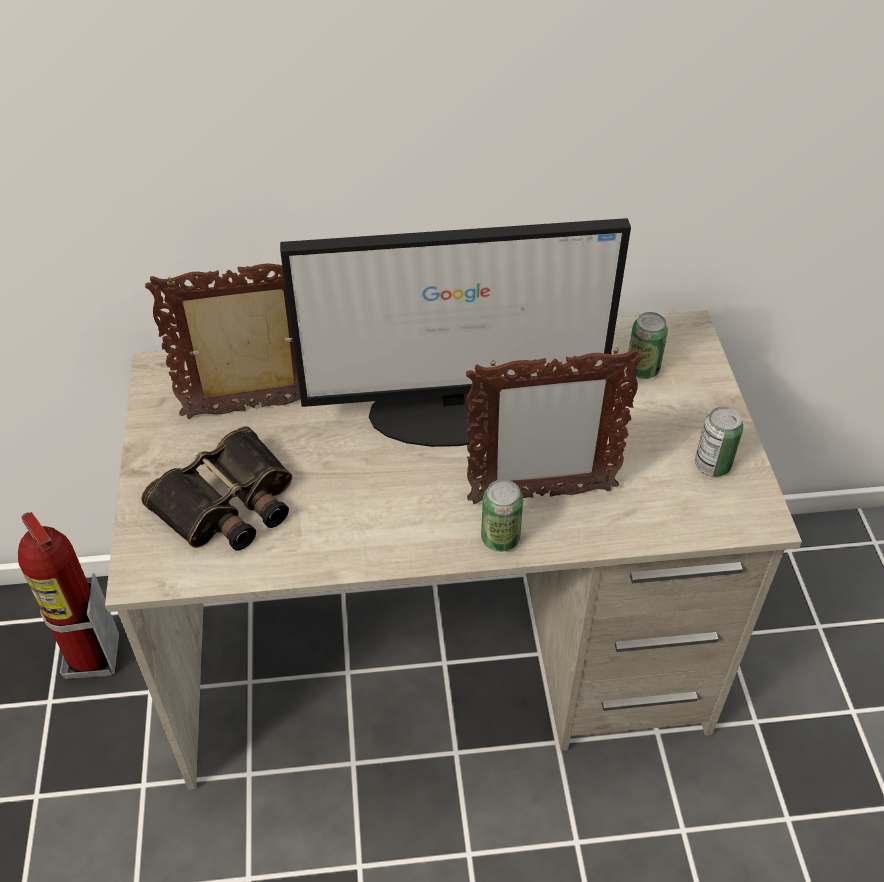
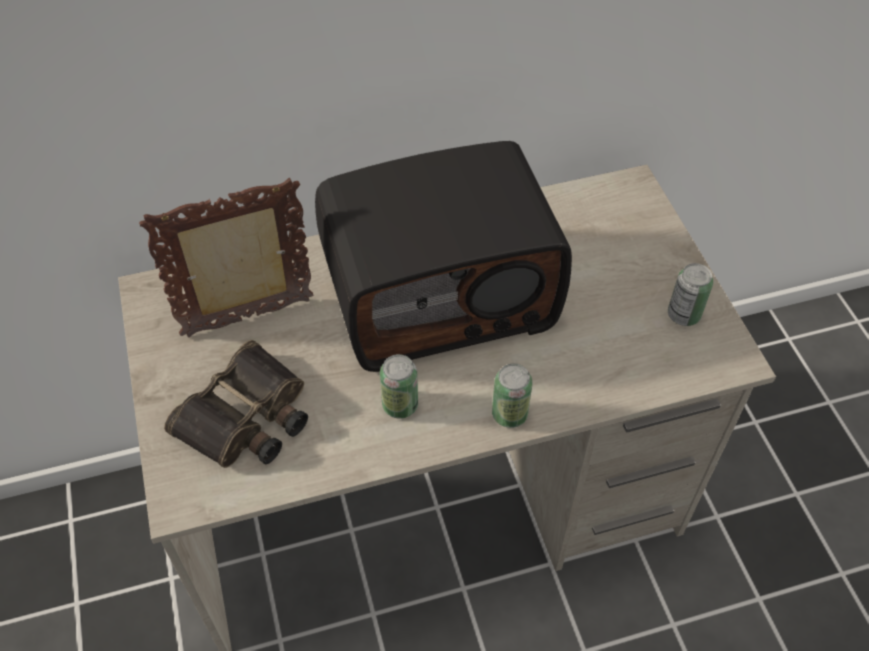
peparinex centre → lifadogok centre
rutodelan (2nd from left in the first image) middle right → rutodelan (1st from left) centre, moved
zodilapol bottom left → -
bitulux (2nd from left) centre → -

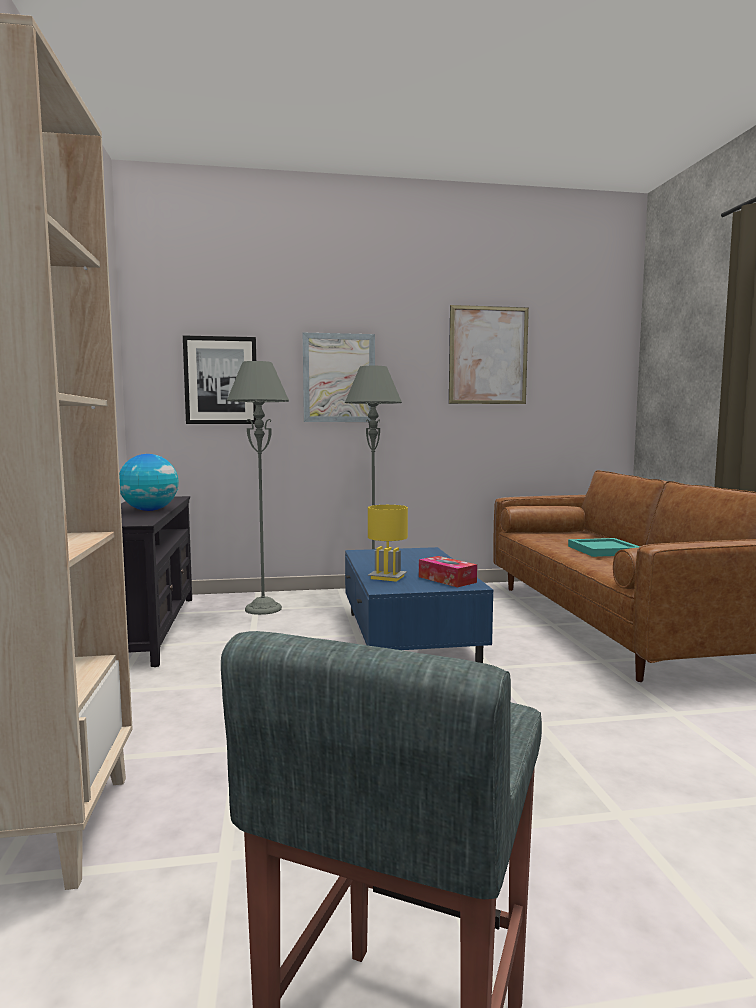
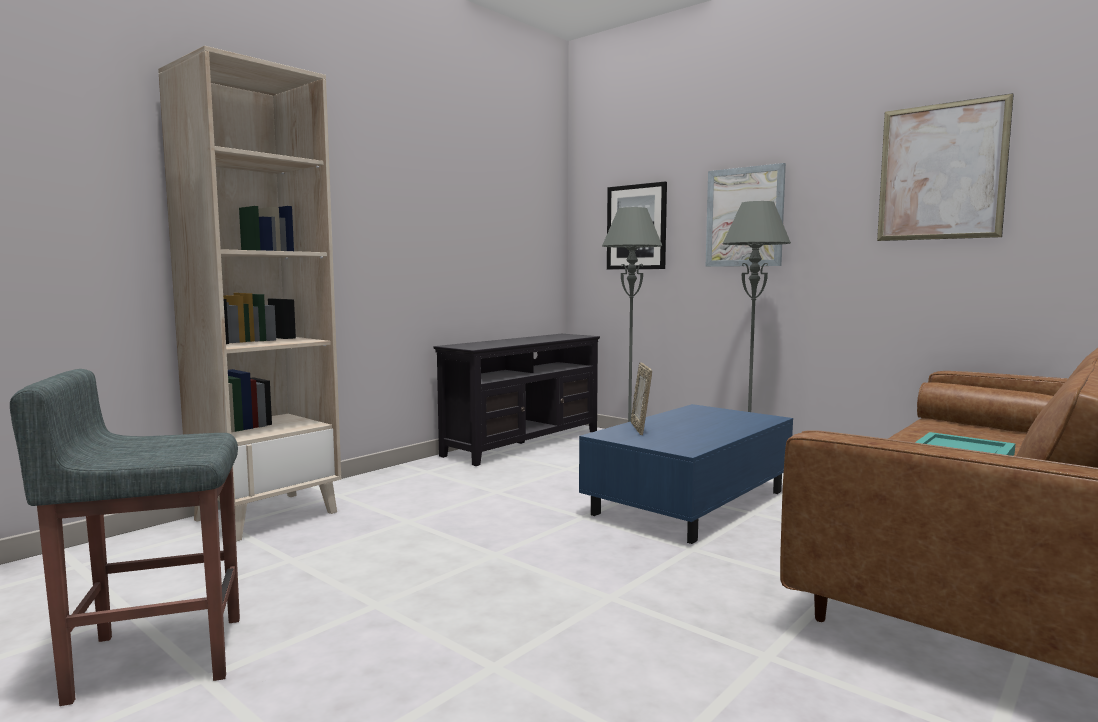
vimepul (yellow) centre → bitulux centre
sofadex middle left → -
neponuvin centre → -

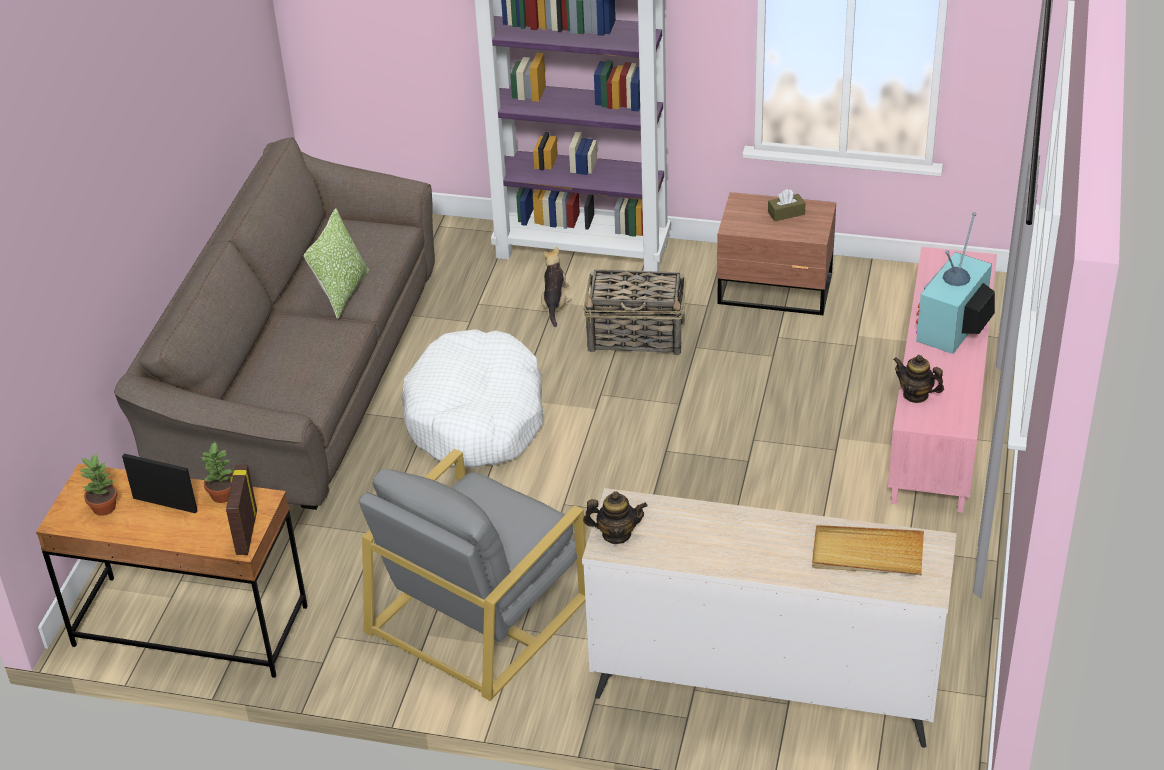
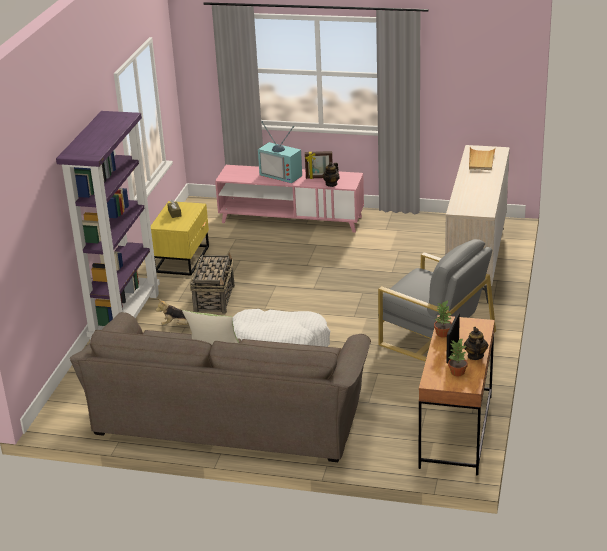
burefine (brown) top right → burefine (yellow) middle left
bitulux (2nd from left in the first image) middle left → bitulux (1st from left) top centre, moved
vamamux (1st from left in the first image) bottom centre → vamamux (2nd from left) middle right, moved

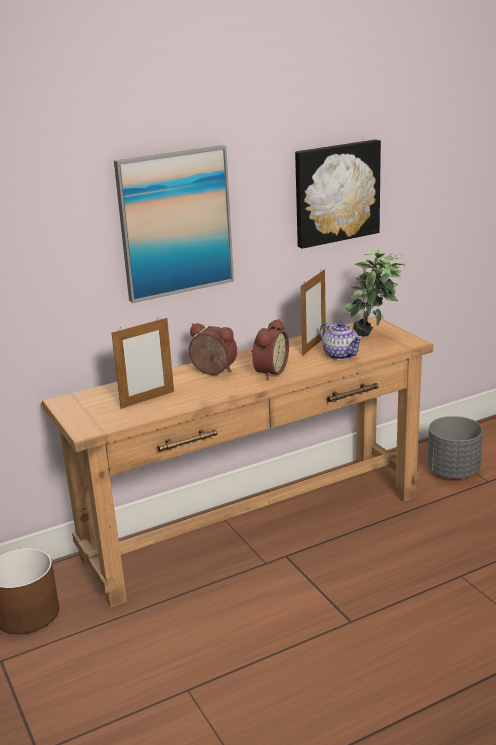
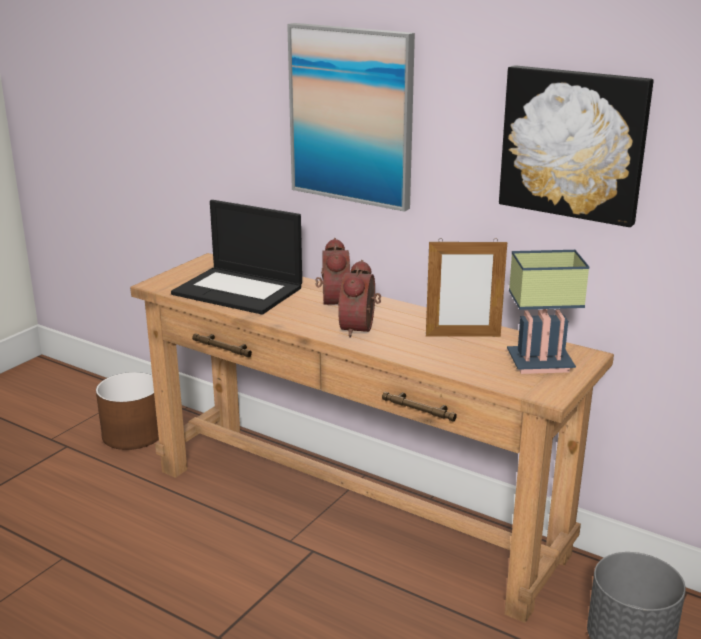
bitulux (1st from left) middle left → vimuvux centre
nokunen (2nd from left) centre, 105 degrees clockwise
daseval middle right → vimepul middle right
vamamux middle right → -

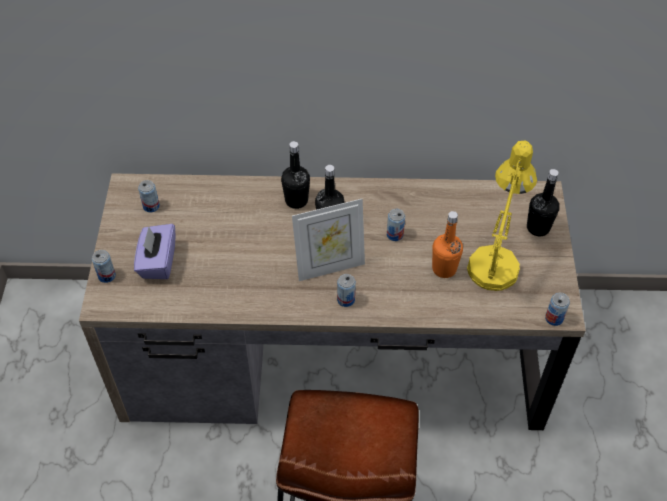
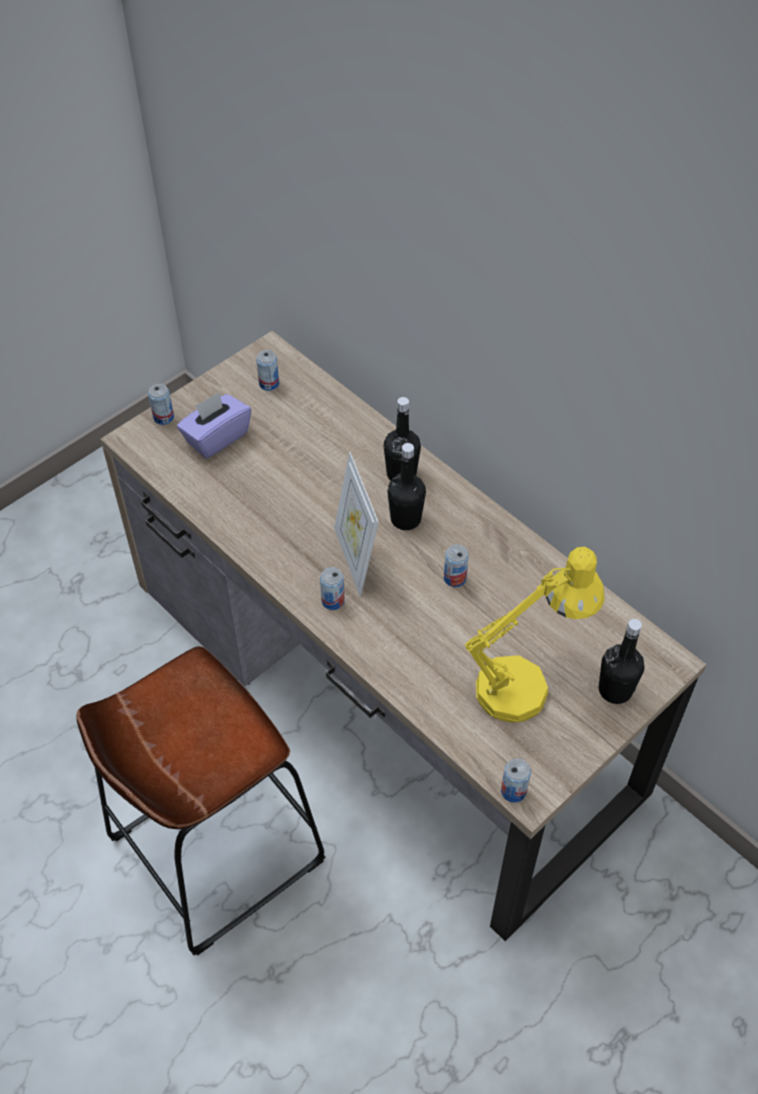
bitulux centre, 45 degrees clockwise
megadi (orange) middle right → -

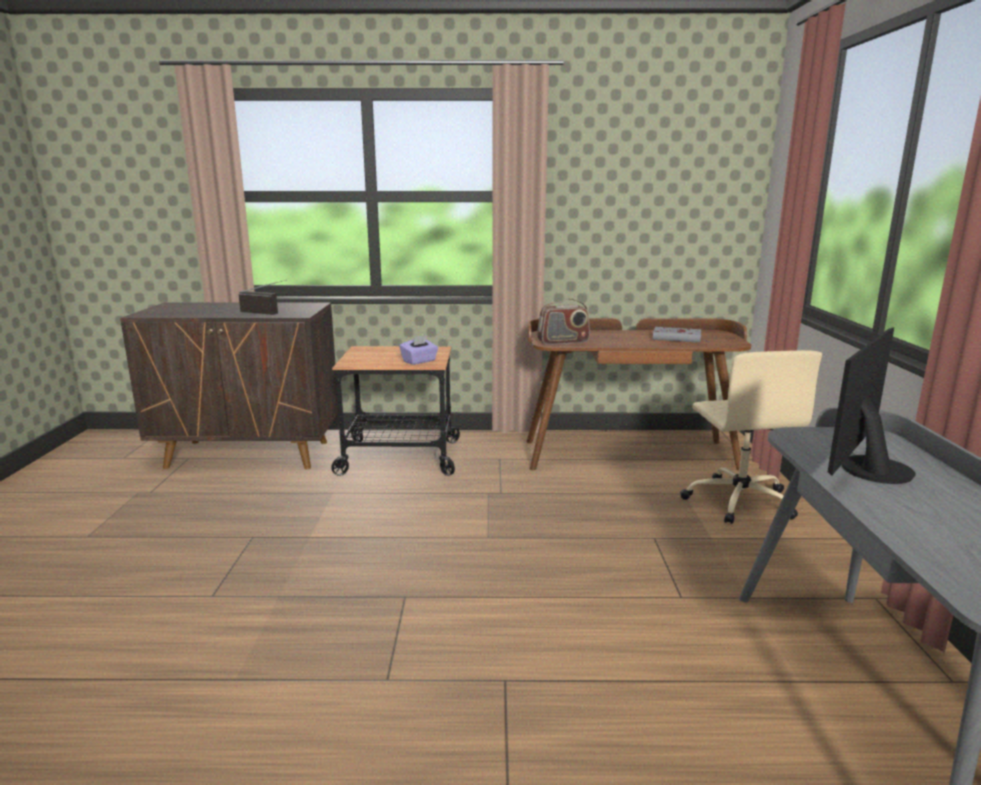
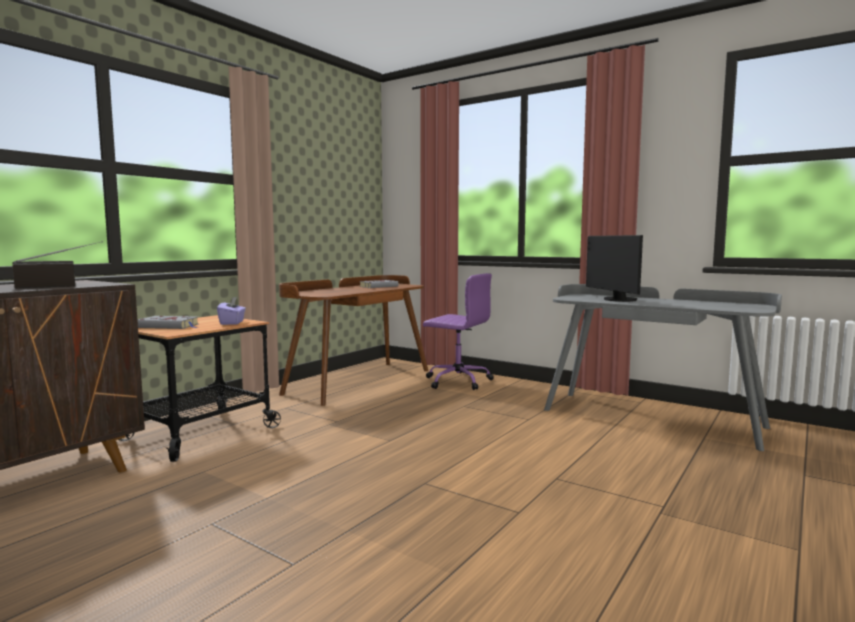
- → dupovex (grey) (1st from left) middle left
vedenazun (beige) middle right → vedenazun (purple) centre
lifadogok (2nd from left) centre → -

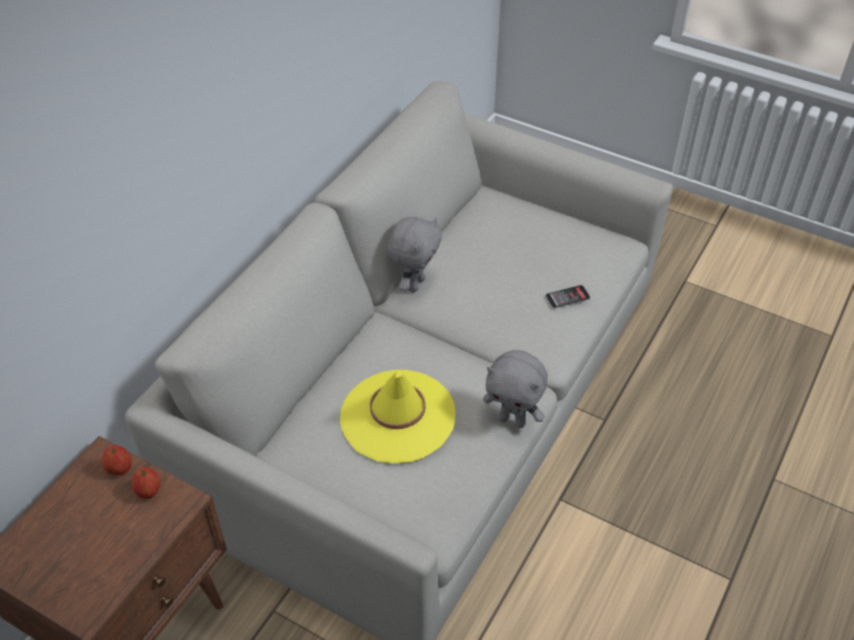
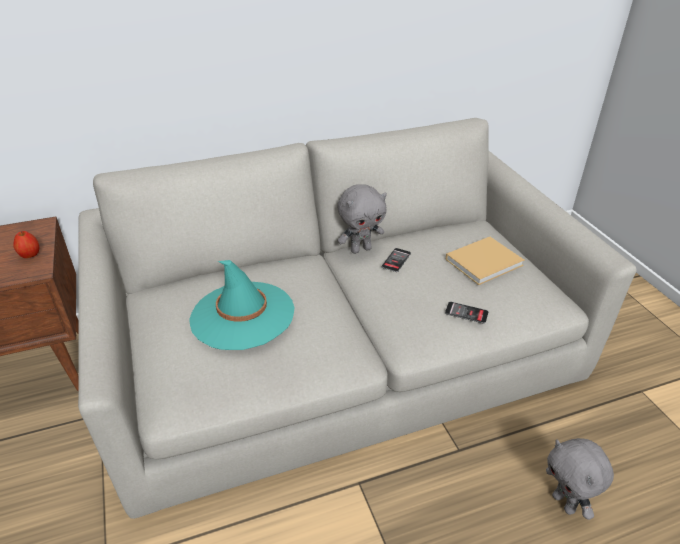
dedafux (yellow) centre → dedafux (turquoise) centre
- → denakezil (1st from left) centre
- → dupovex (beige) middle right
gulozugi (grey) (2nd from left) centre → gulozugi (grey) (2nd from left) bottom right, moved
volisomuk (1st from left) bottom left → -

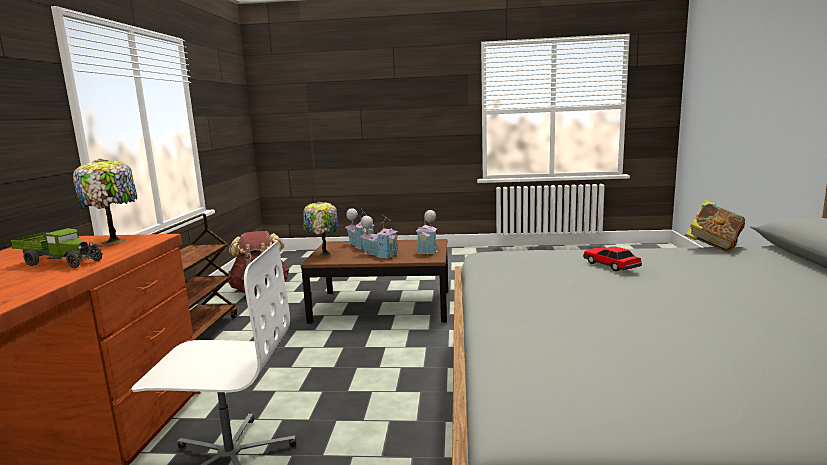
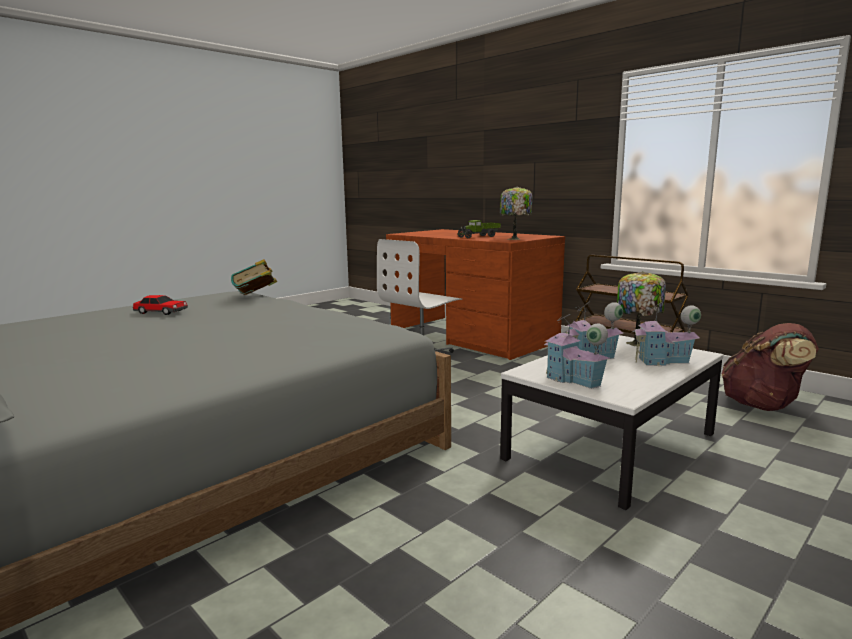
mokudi middle right → mokudi middle left, moved
dupovex middle right → dupovex middle left, moved
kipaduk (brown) centre → kipaduk (white) middle right

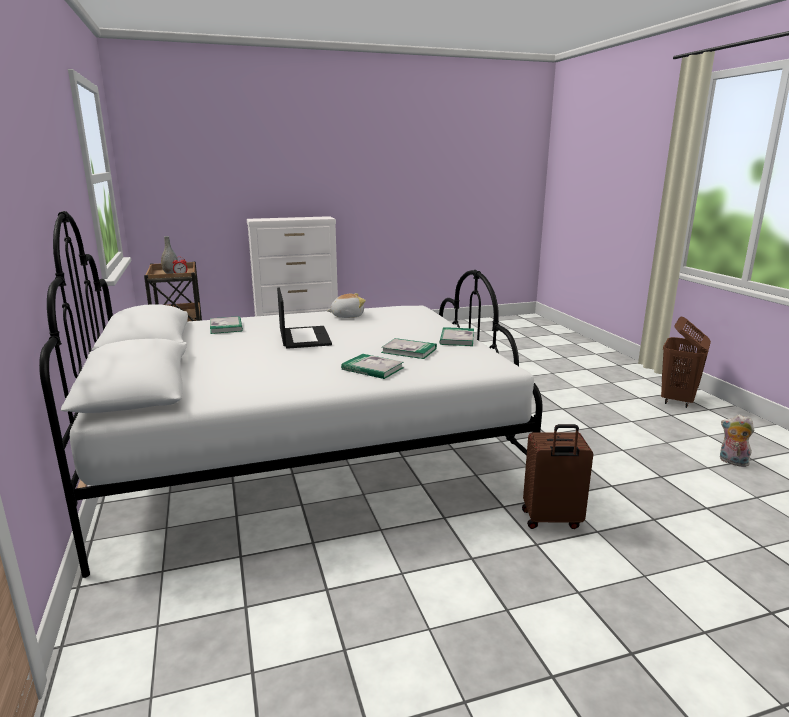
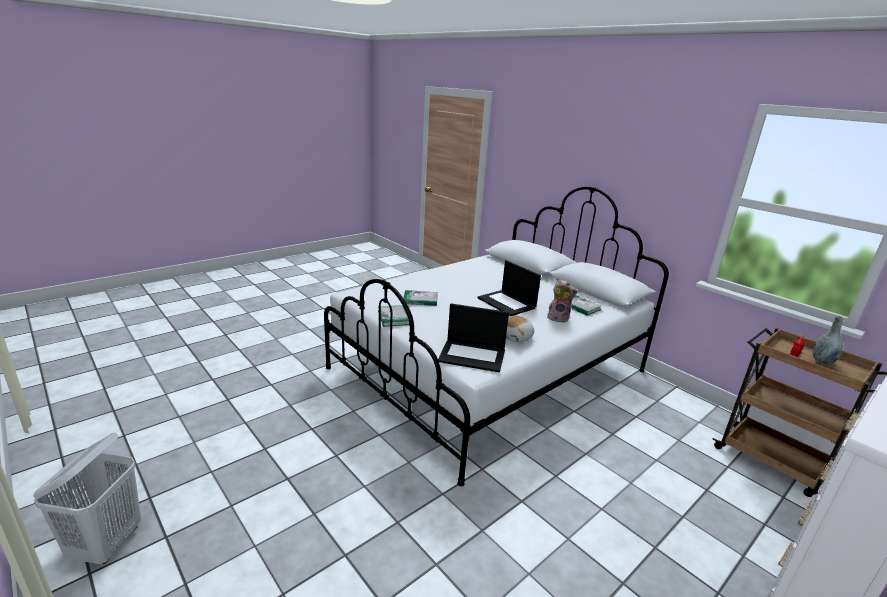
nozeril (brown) middle right → nozeril (white) bottom left
- → vimuvux (1st from left) centre
gulozugi (2nd from left) middle right → gulozugi (2nd from left) centre, moved
dupovex (2nd from left) centre → -
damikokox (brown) middle right → -

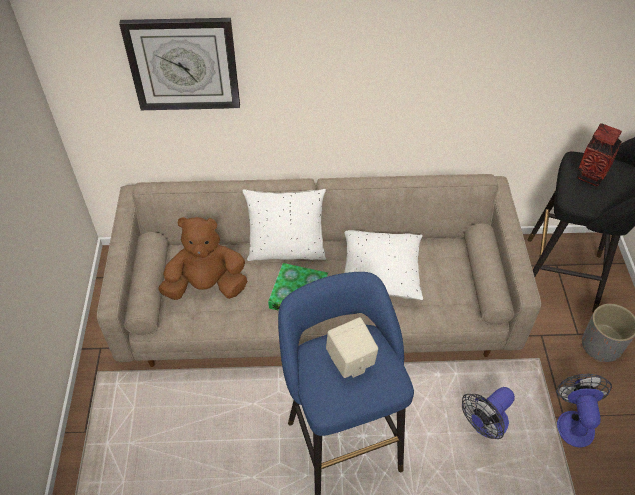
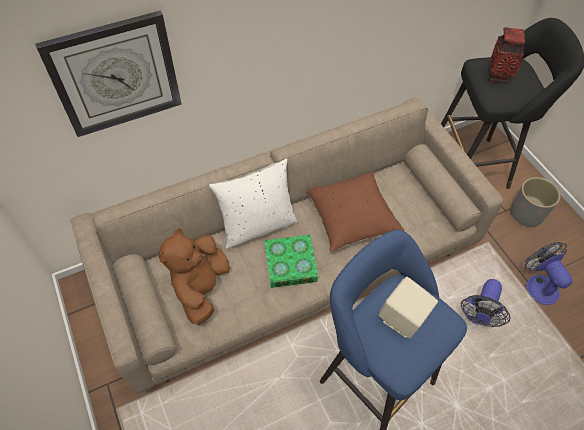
gulozugi (brown) middle left, 45 degrees counterclockwise
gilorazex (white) (2nd from left) centre → gilorazex (brown) centre

